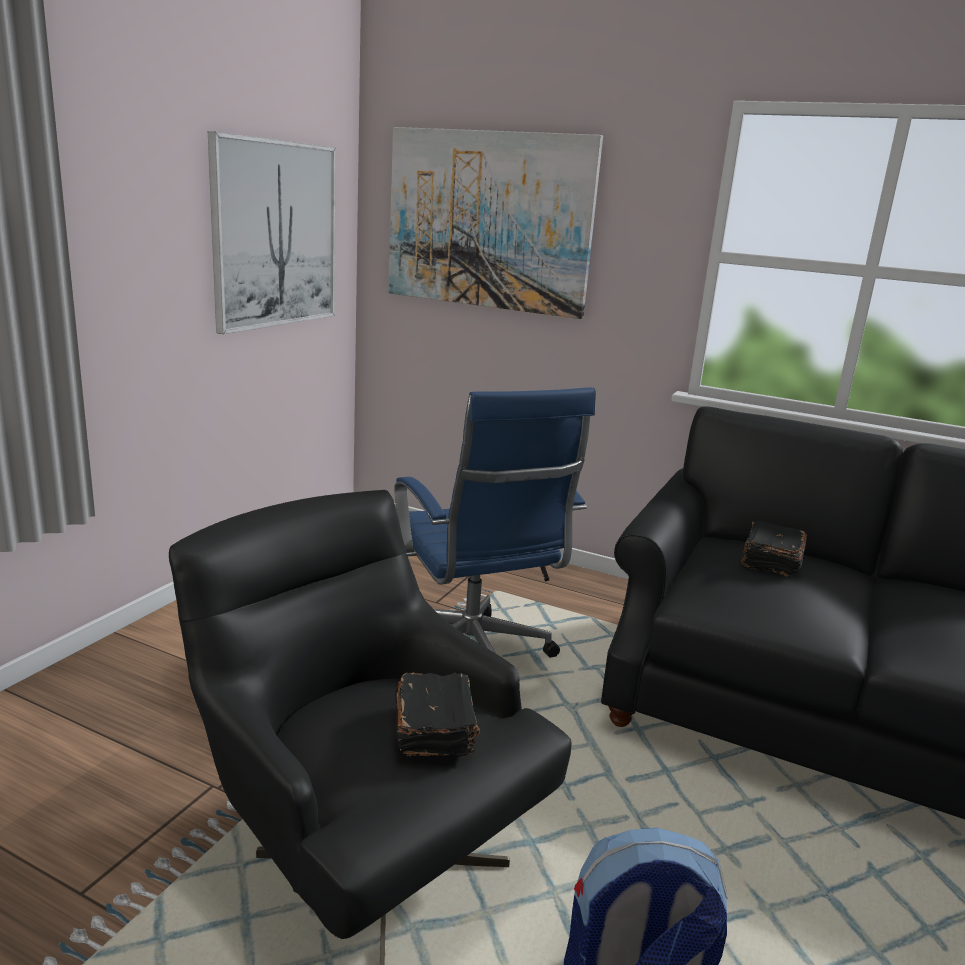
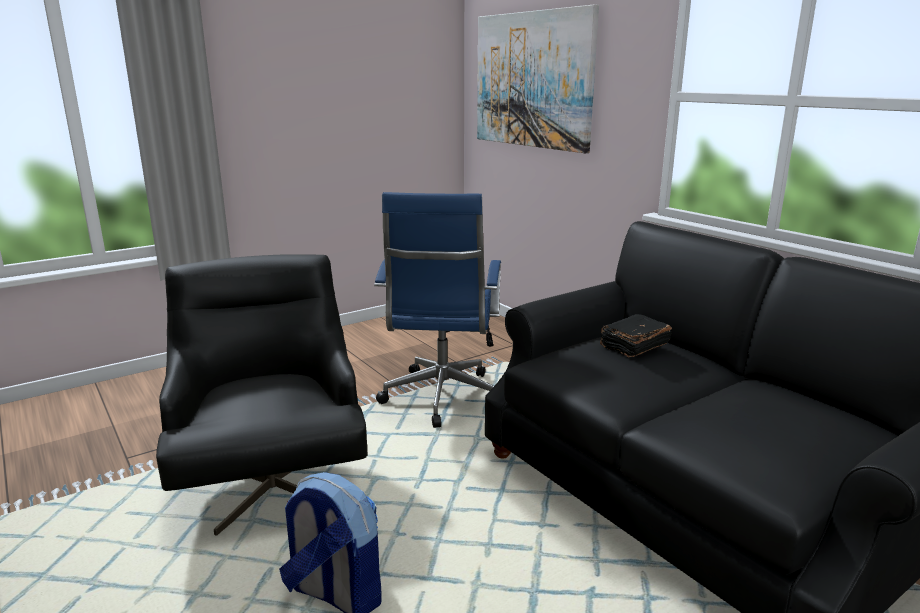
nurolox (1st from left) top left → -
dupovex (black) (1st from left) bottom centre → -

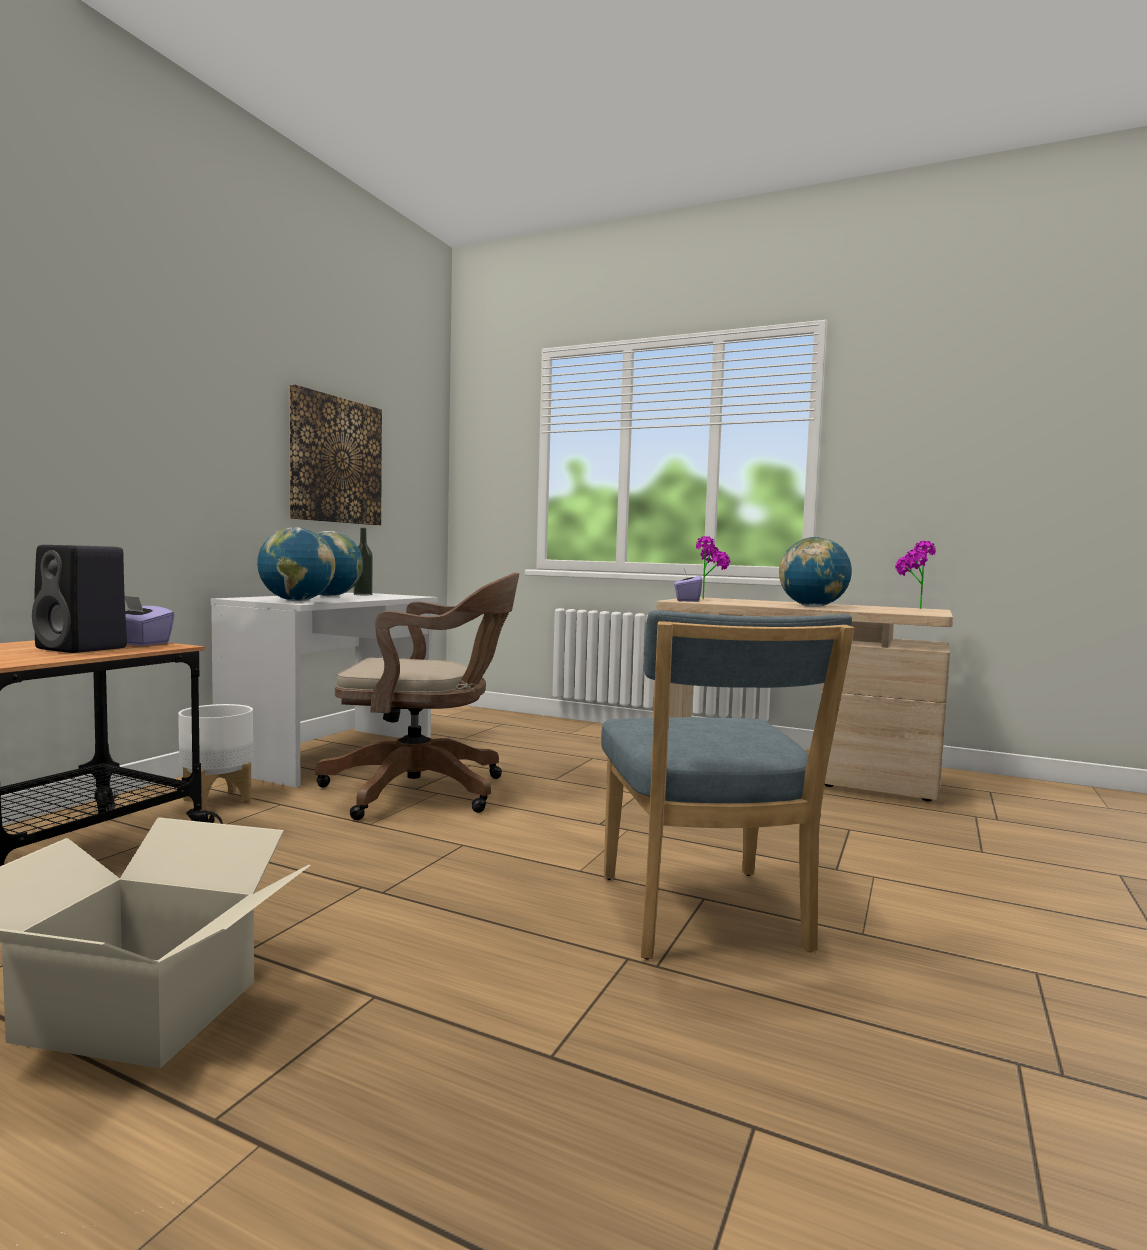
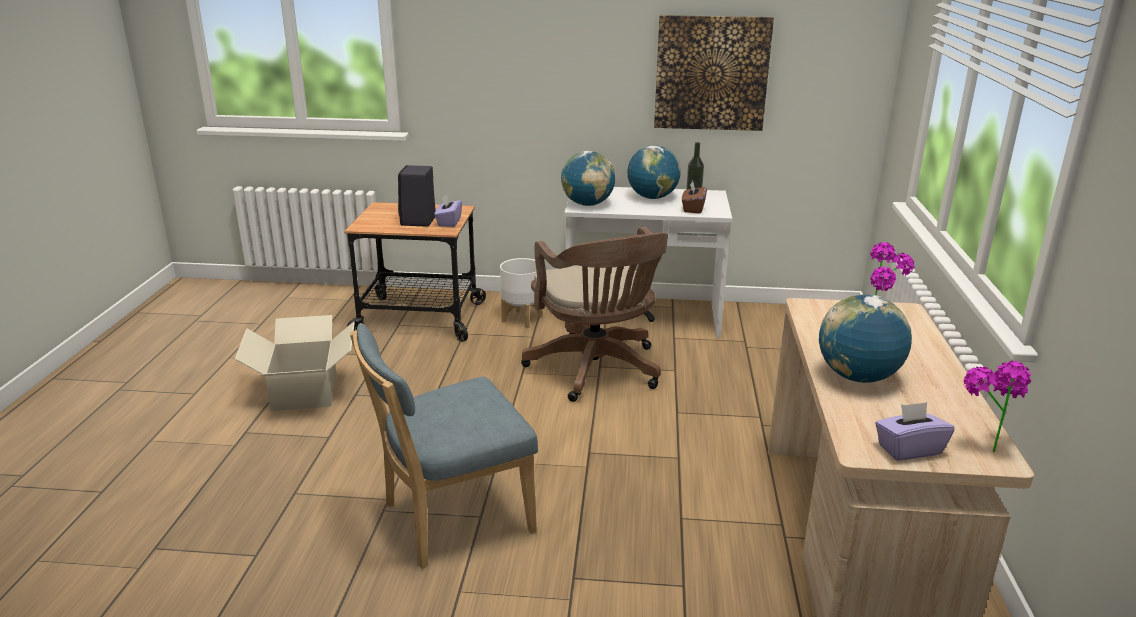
- → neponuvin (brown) top centre
neponuvin (purple) (2nd from left) centre → neponuvin (purple) (2nd from left) bottom right, moved

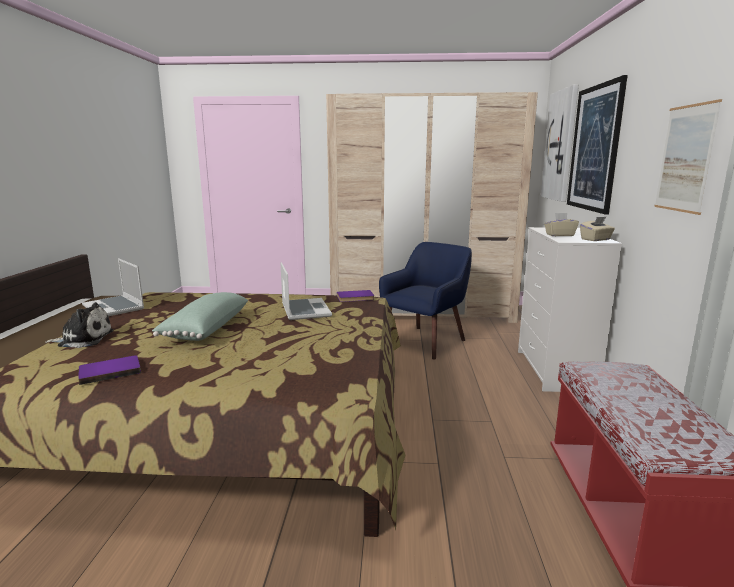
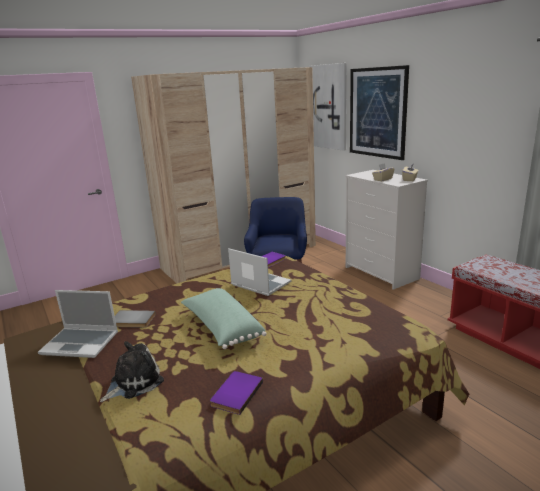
- → dupovex (grey) middle left
nurolox (3rd from left) top right → -

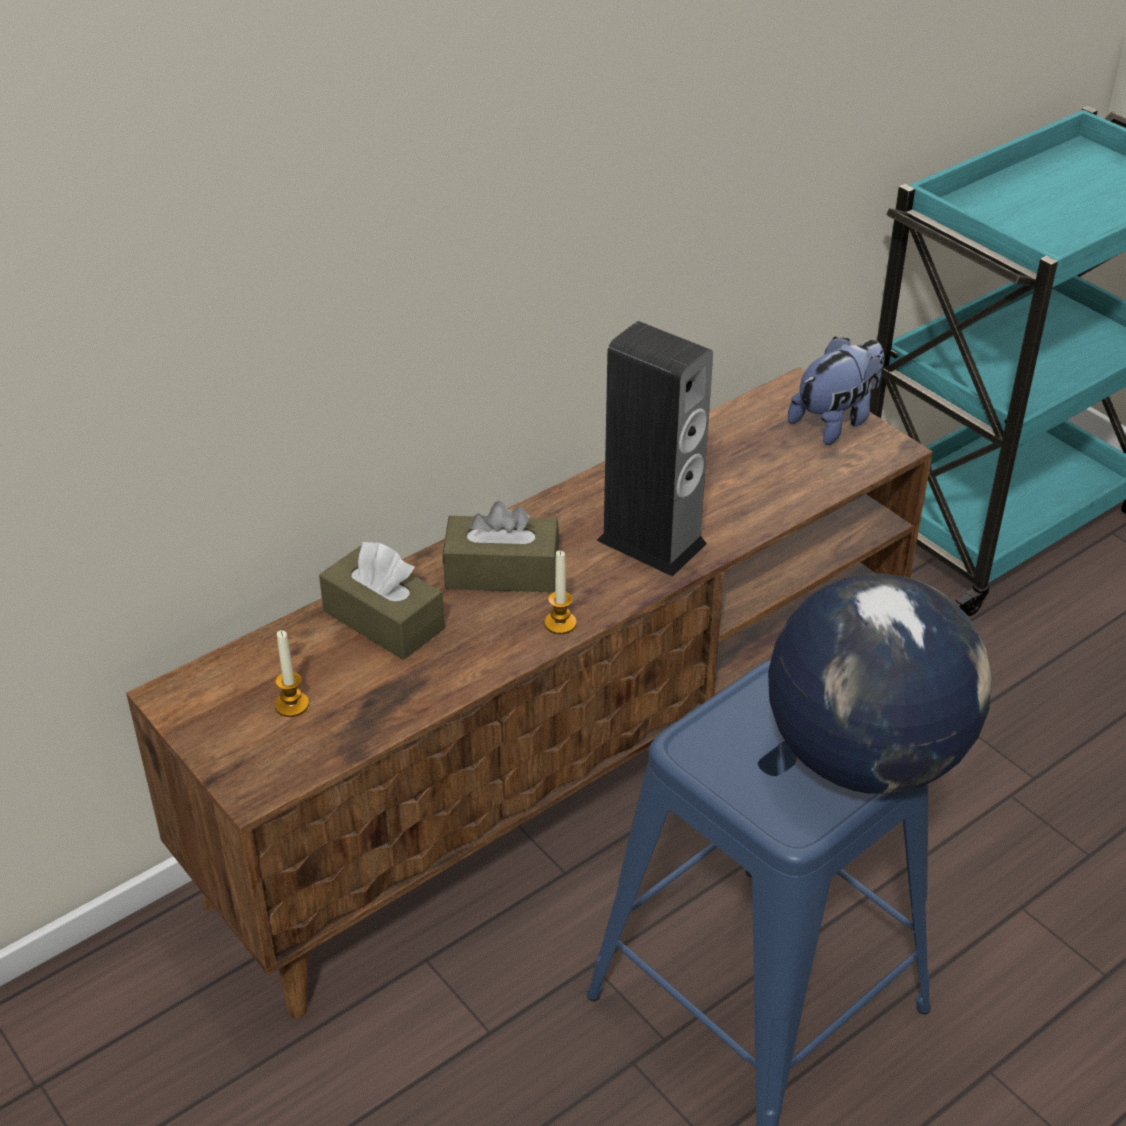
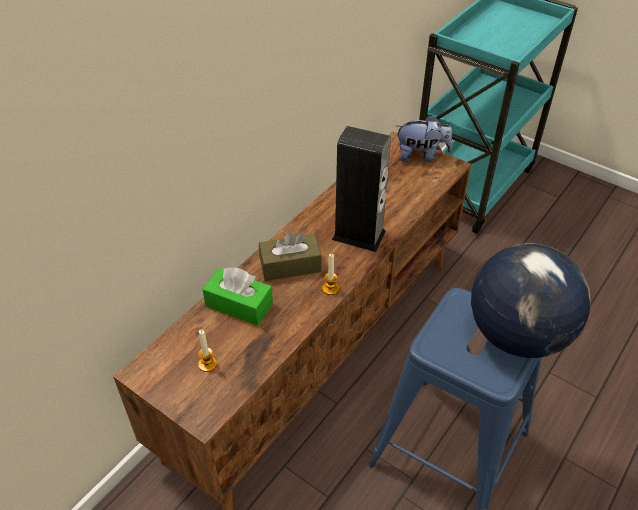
neponuvin (brown) (1st from left) centre → neponuvin (green) centre
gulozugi middle right → gulozugi top centre, 60 degrees clockwise

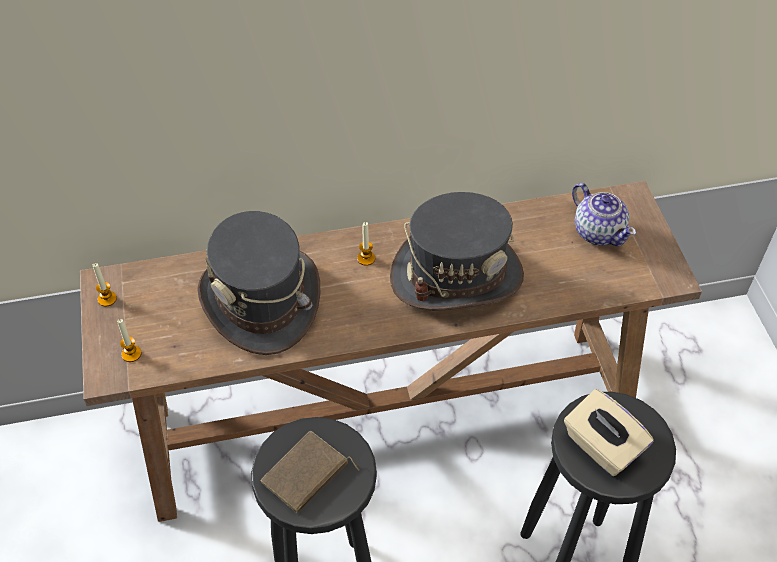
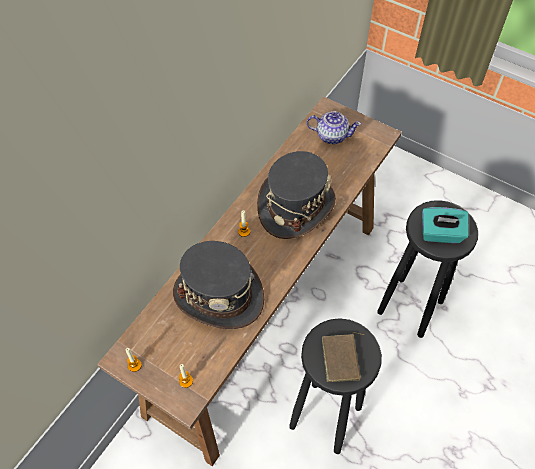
neponuvin (beige) bottom right → neponuvin (turquoise) middle right

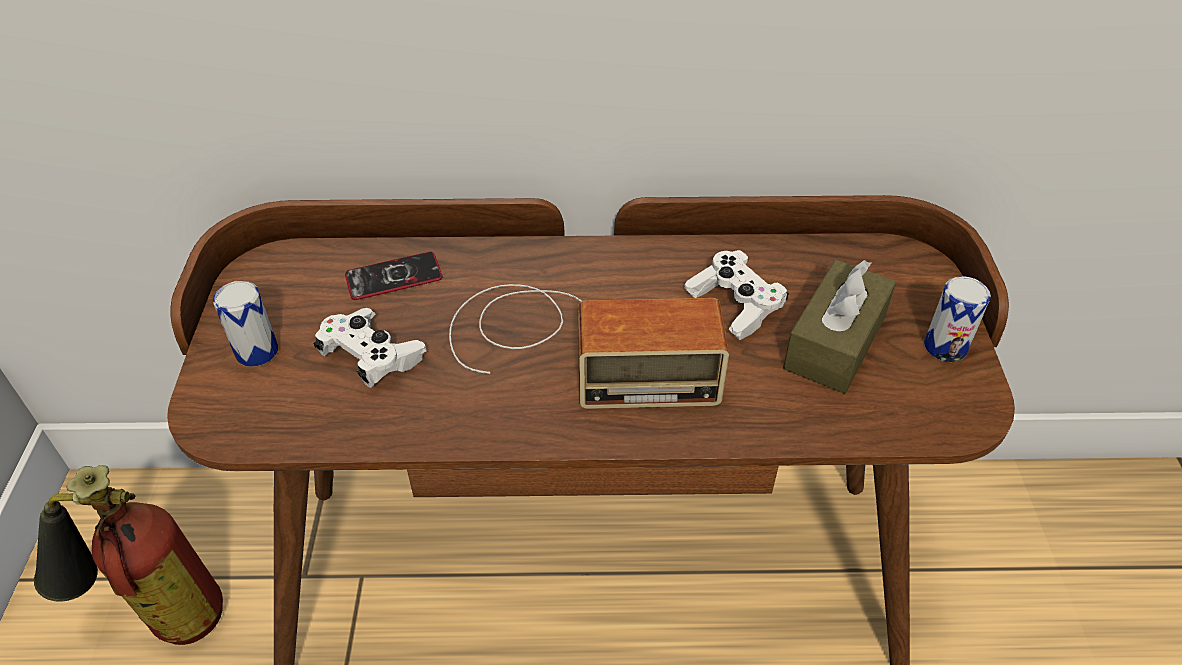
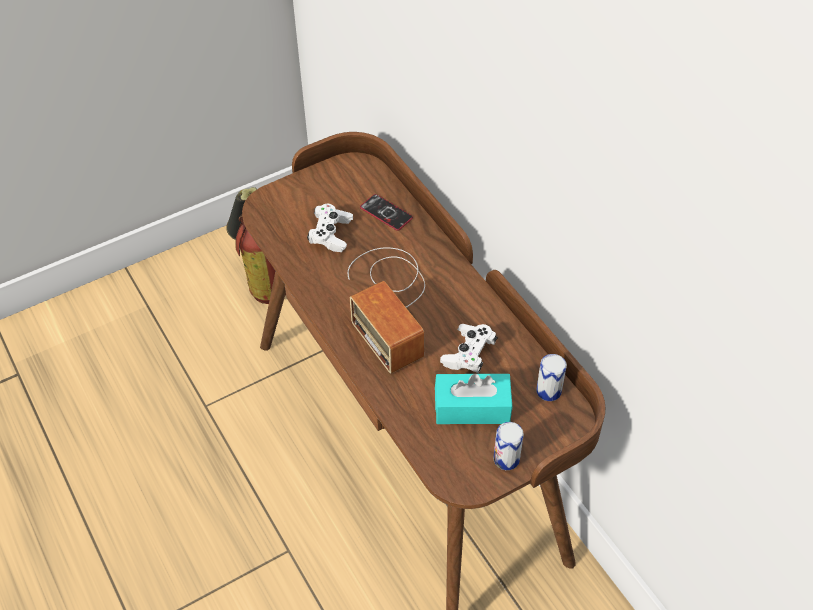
neponuvin (brown) middle right → neponuvin (turquoise) centre
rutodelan (1st from left in the first image) middle left → rutodelan (2nd from left) middle right, moved

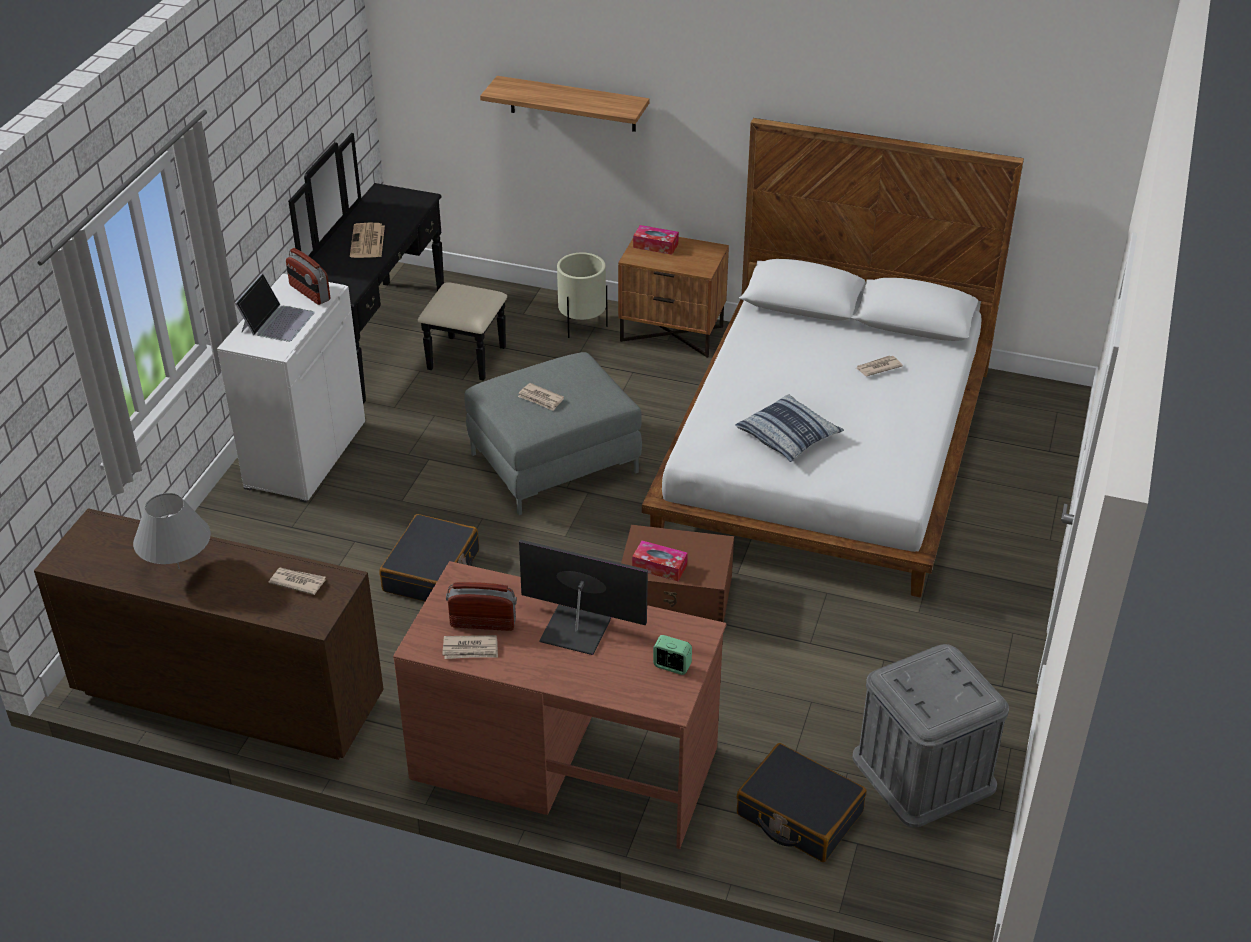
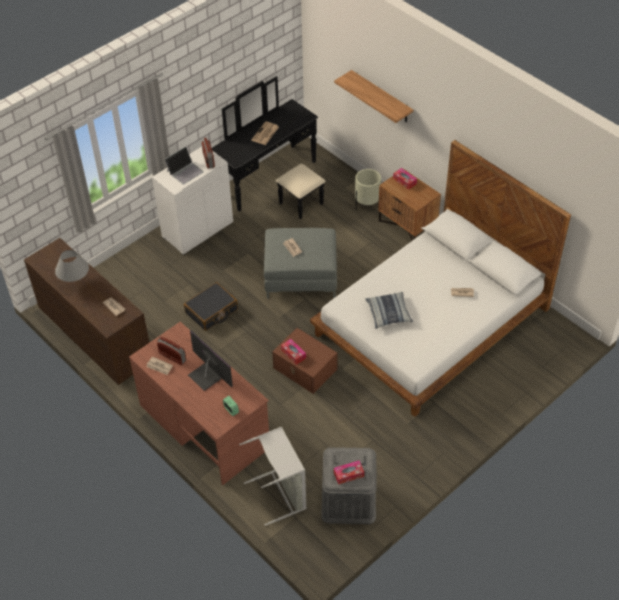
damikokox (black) (2nd from left) bottom centre → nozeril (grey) bottom centre
- → neponuvin (2nd from left) bottom centre

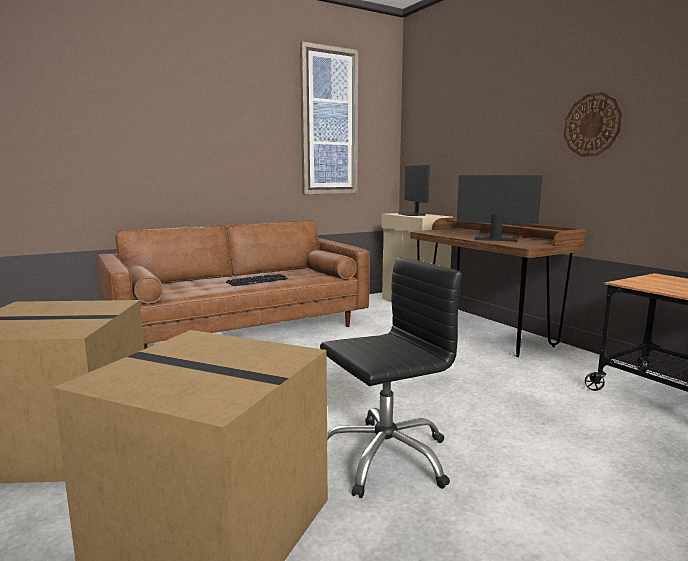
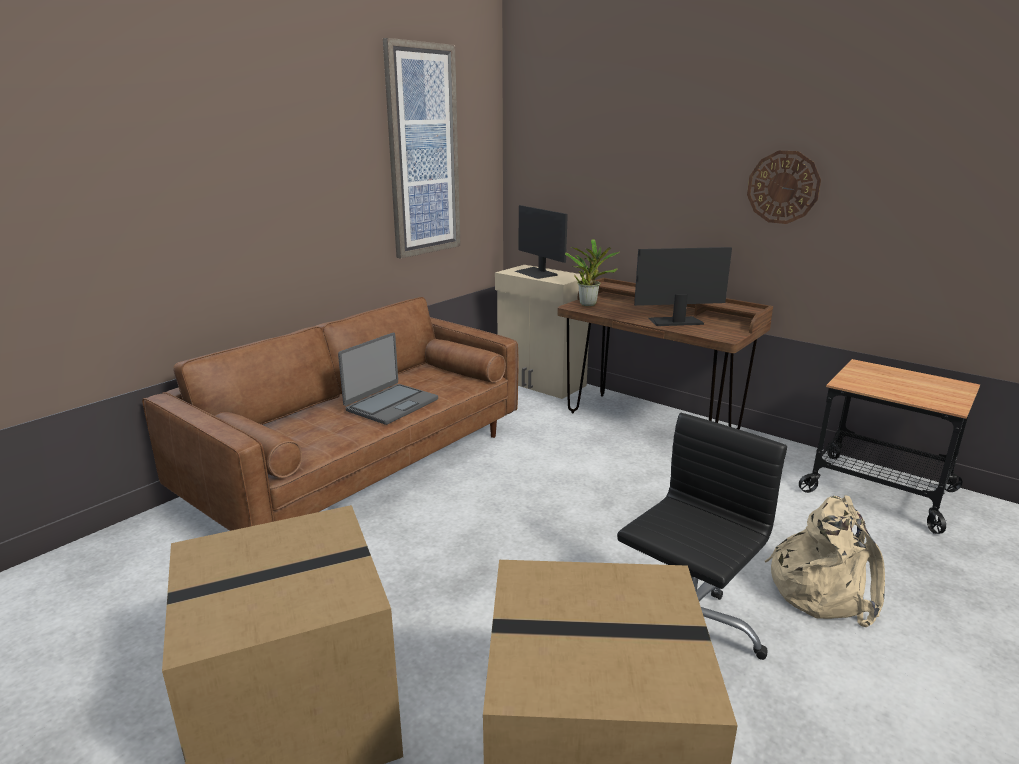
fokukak centre → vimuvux centre
- → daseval centre
- → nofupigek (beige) bottom right

